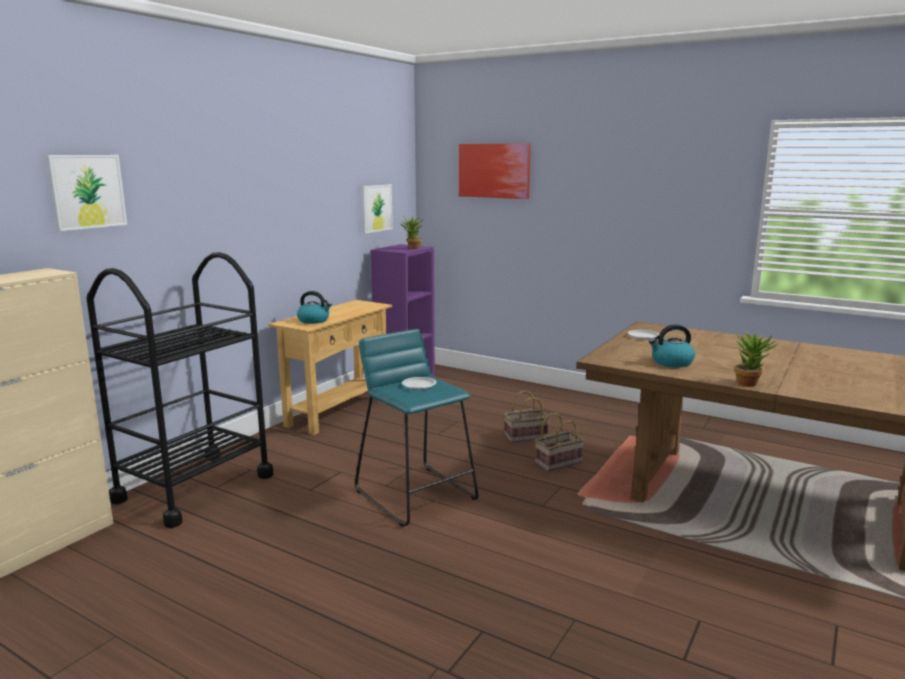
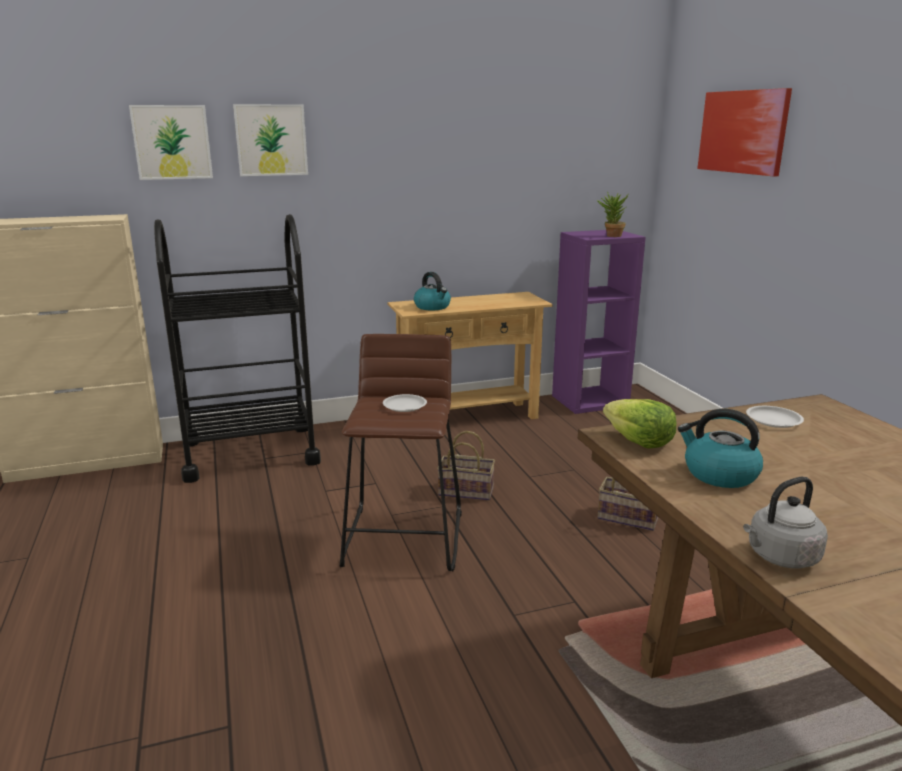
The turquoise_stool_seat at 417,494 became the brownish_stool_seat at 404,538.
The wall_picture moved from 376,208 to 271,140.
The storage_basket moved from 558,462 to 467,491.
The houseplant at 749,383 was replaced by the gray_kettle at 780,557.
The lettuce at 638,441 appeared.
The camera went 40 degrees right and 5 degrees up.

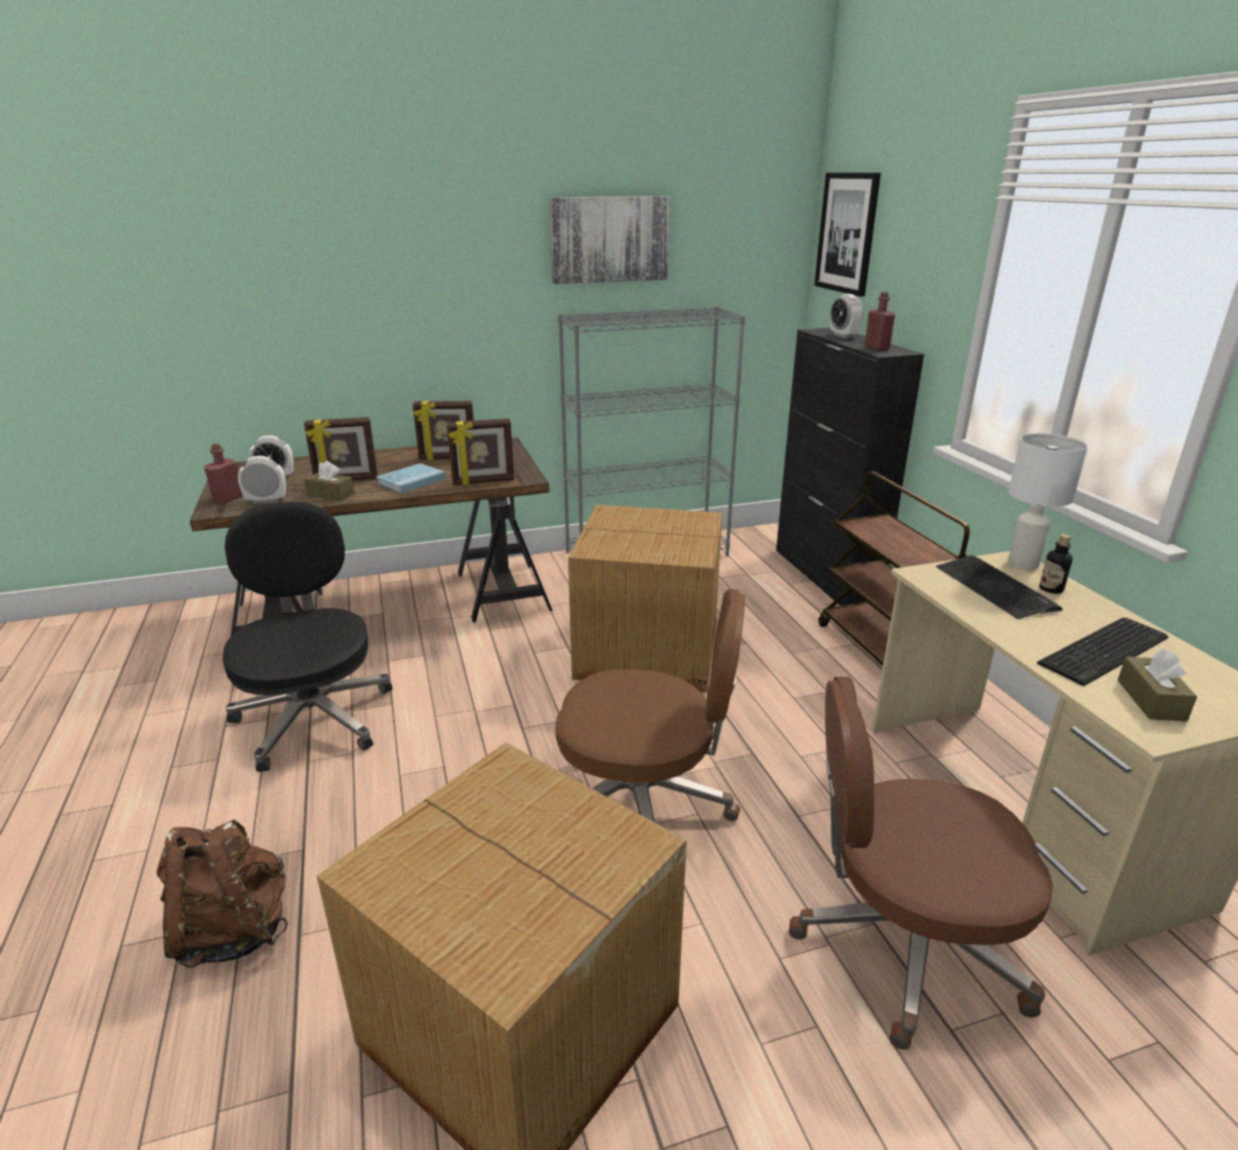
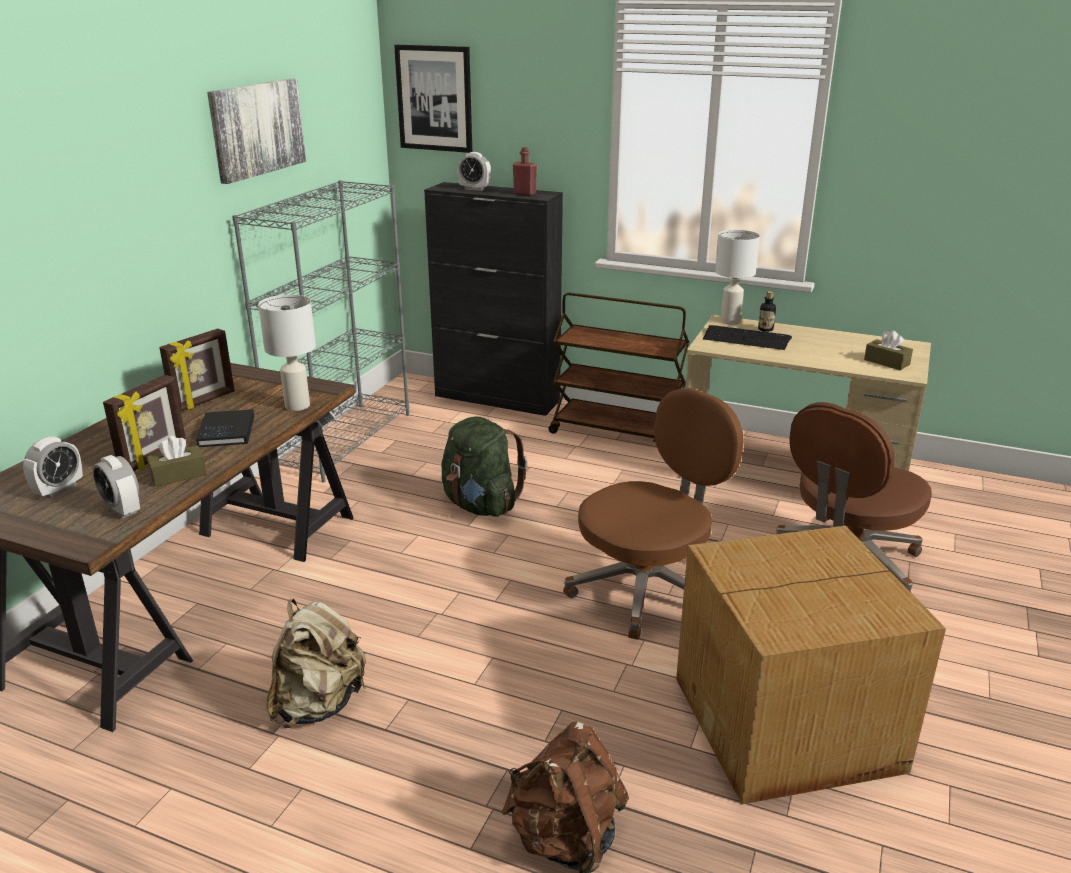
The reddish_bottle at 228,499 disappeared.
The black-coloured_office_chair at 314,717 was replaced by the sand-coloured_backpack at 319,704.
The table_clock at 266,501 turned 75 degrees counterclockwise.
The blue-coloured_bound_book at 411,481 became the black-coloured_bound_book at 226,431.
The picture_frame at 483,482 was replaced by the whitish_table_lamp at 297,405.
The carton at 649,651 was replaced by the green-coloured_backpack at 480,505.
The PC_keyboard at 1107,651 disappeared.
The camera went 50 degrees left and 0 degrees up.

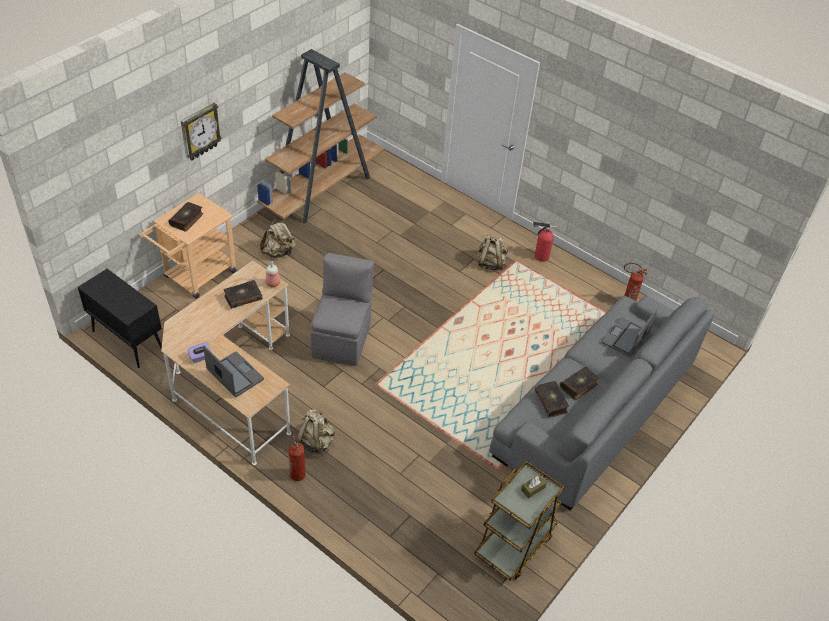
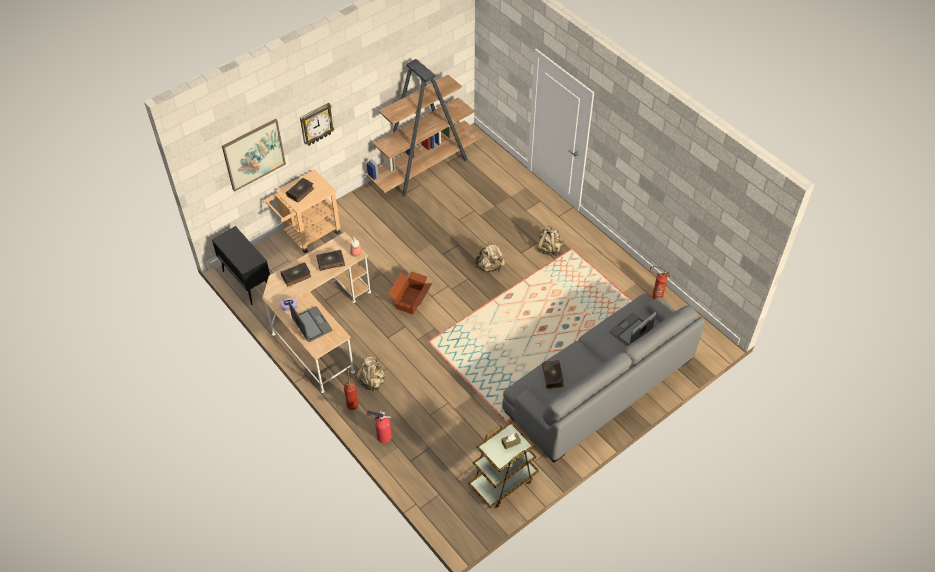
The sand-coloured_backpack moved from 278,252 to 490,267.
The gray_plain_chair at 342,339 was replaced by the carton at 411,300.
The fire_extinguisher moved from 540,256 to 382,436.
The bound_book moved from 579,386 to 296,276.
The wall_picture at 254,154 appeared.
The camera went 15 degrees right and 5 degrees up.

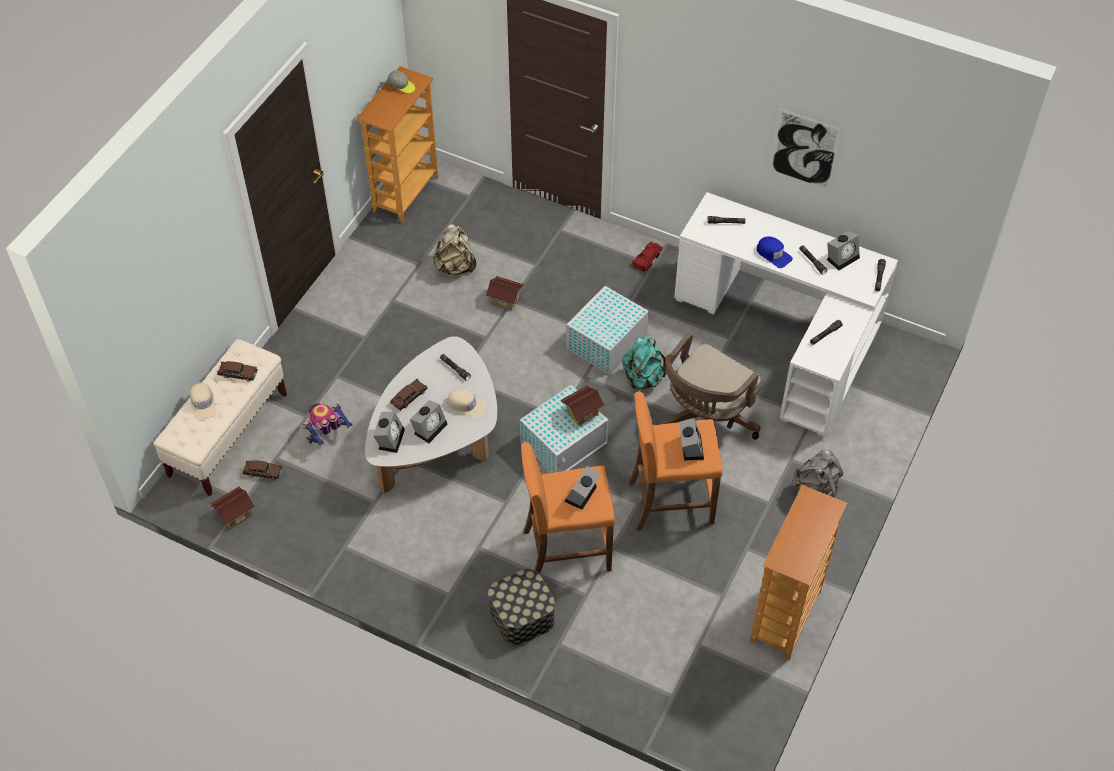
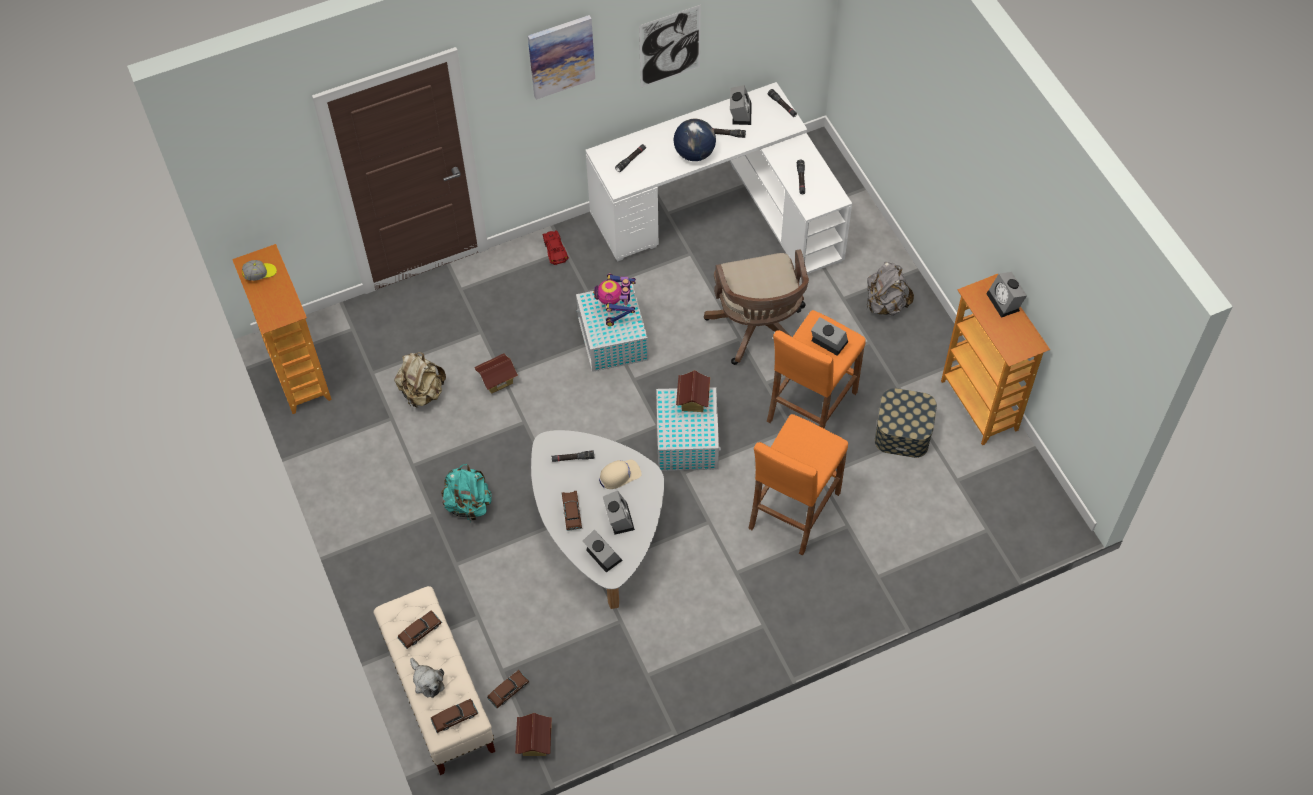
The sand-coloured_baseball_cap at 203,403 was replaced by the plush_toy at 427,681.
The toy_robot moved from 328,436 to 616,309.
The storage_bin moved from 522,616 to 903,432.
The table_clock moved from 581,495 to 1005,302.
The turquoise_backpack moved from 643,378 to 469,504.
The blue-coloured_baseball_cap at 773,254 was replaced by the desk_globe at 694,153.
The brownish_toy_car at 455,718 appeared.
The wall_picture at 561,56 appeared.
The camera went 50 degrees left and 5 degrees up.

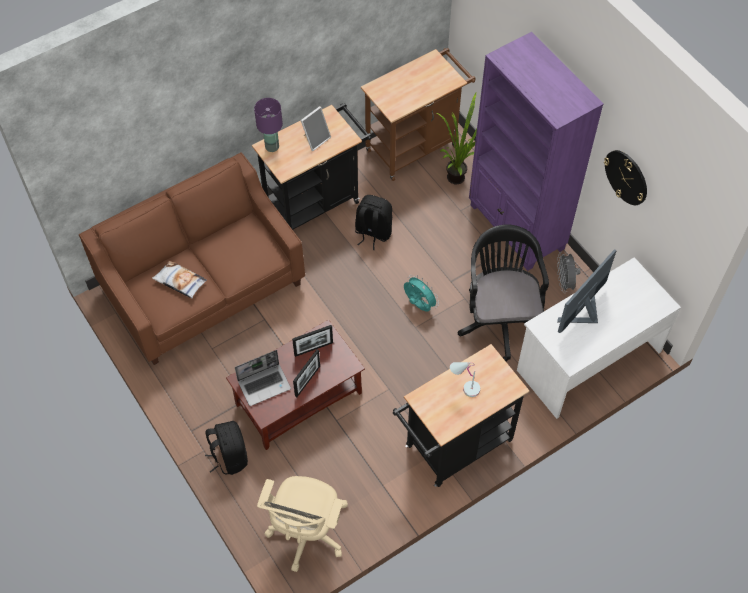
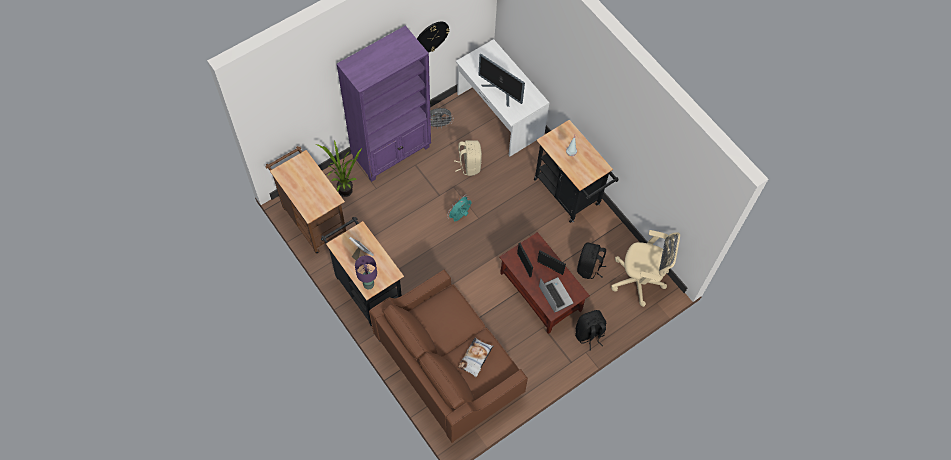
The black-coloured_backpack moved from 373,232 to 589,267.
The black-coloured_office_chair at 500,318 was replaced by the sand-coloured_backpack at 469,165.
The camera went 95 degrees left and 5 degrees up.

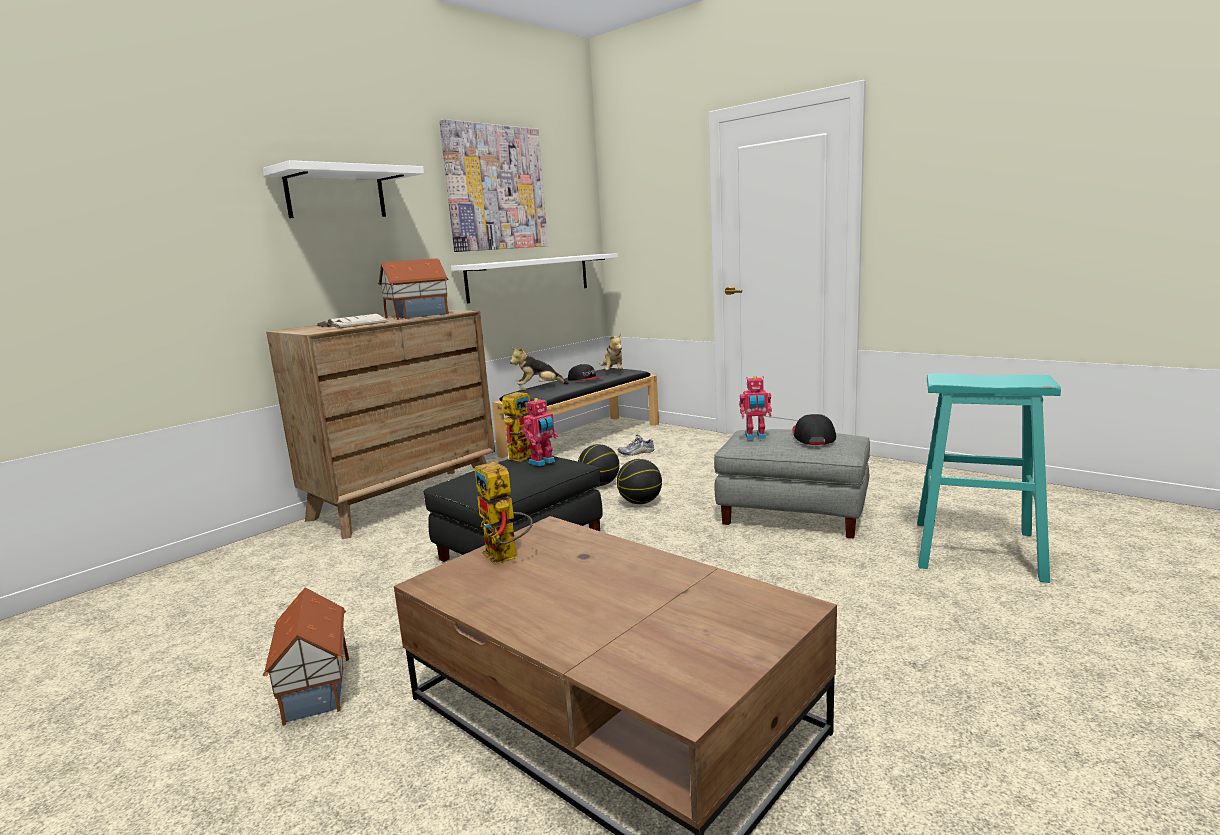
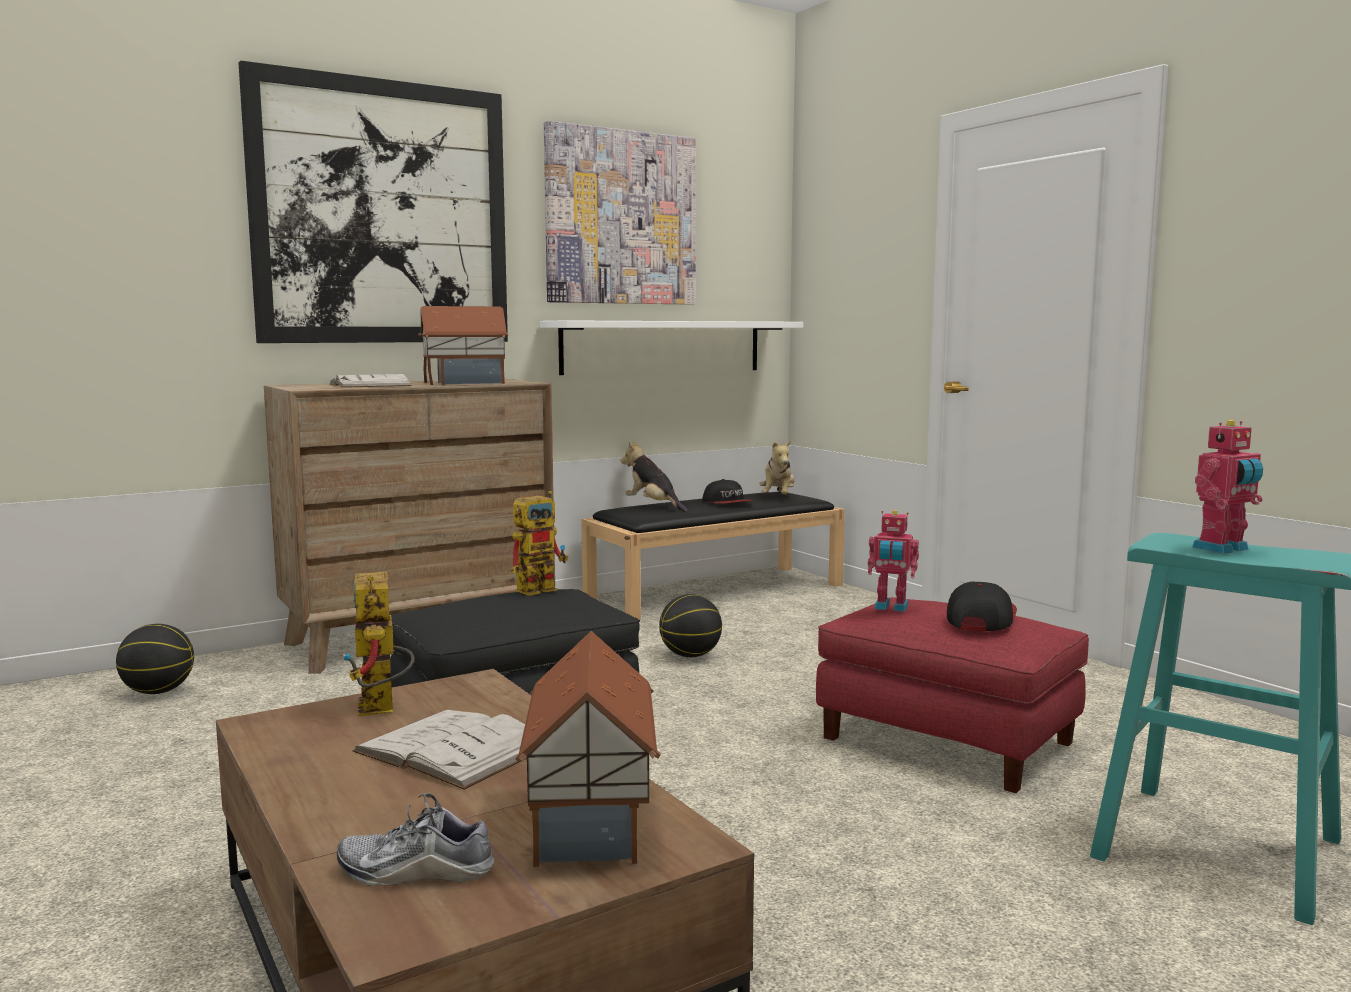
The whitish_bracket_shelf at 336,194 was replaced by the wall_picture at 382,213.
The model_house moved from 319,689 to 595,821.
The plush_toy at 539,387 turned 45 degrees clockwise.
The toy_robot moved from 543,462 to 1223,549.
The basketball_ball moved from 640,502 to 158,692.
The low_shoe moved from 636,453 to 415,871.
The gray_ottoman at 794,513 became the reddish_ottoman at 948,740.
The whitish_bound_book at 453,749 appeared.
The camera went 15 degrees right and 5 degrees down.

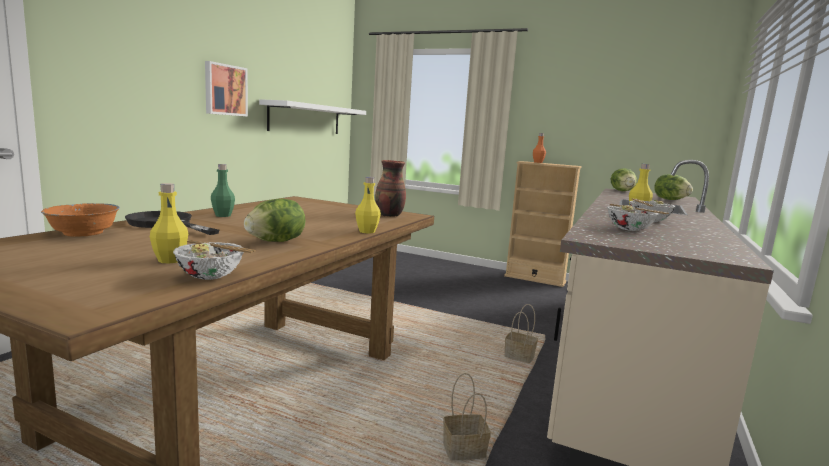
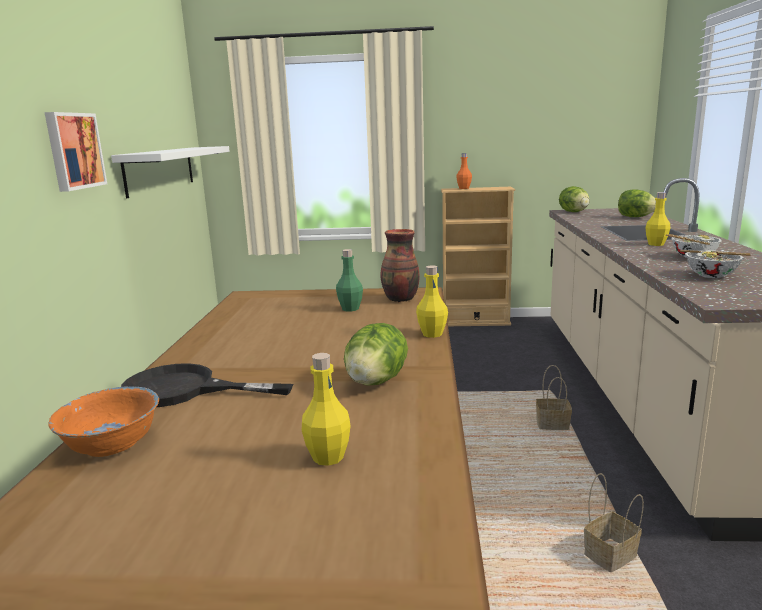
The deep_dish at 211,275 disappeared.
The green-coloured_bottle moved from 223,215 to 350,309.
The camera went 20 degrees left and 5 degrees up.

